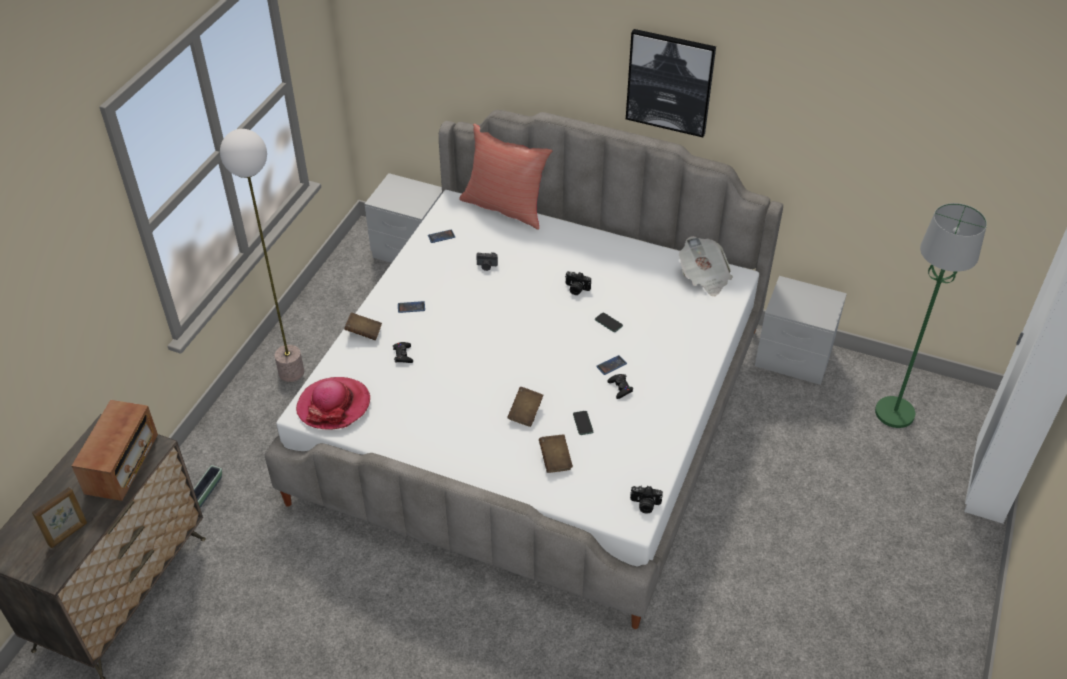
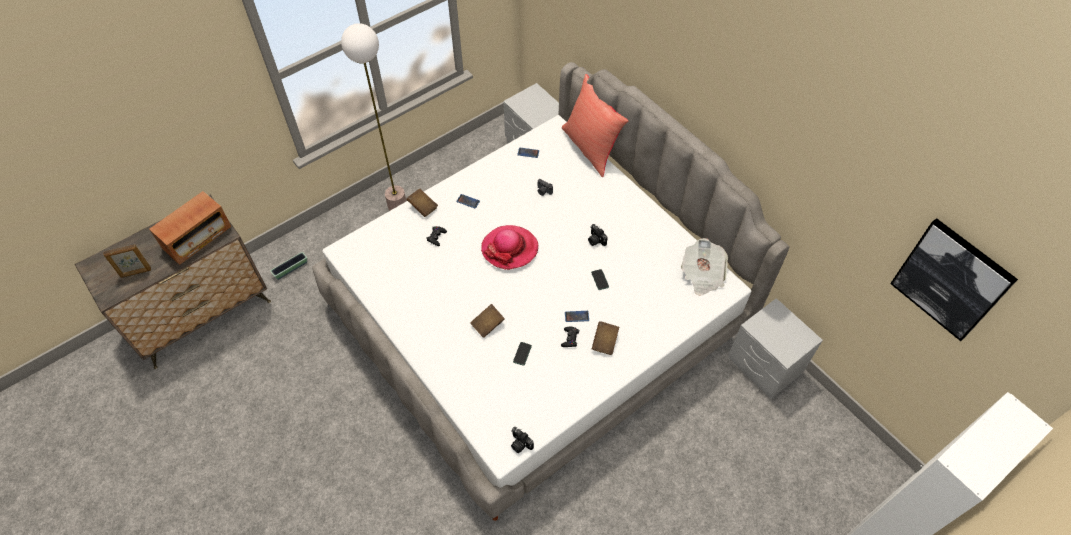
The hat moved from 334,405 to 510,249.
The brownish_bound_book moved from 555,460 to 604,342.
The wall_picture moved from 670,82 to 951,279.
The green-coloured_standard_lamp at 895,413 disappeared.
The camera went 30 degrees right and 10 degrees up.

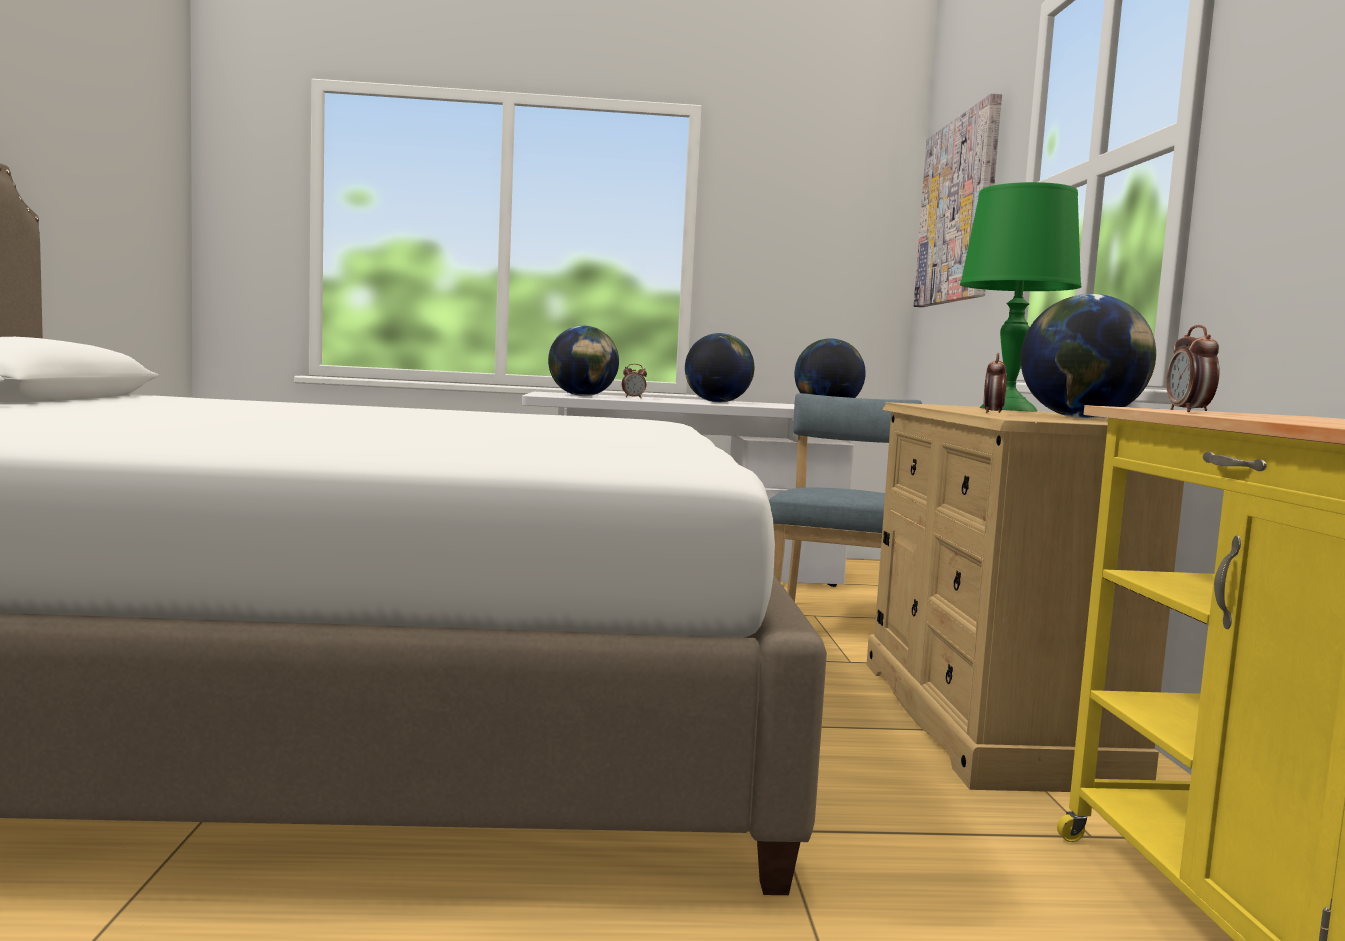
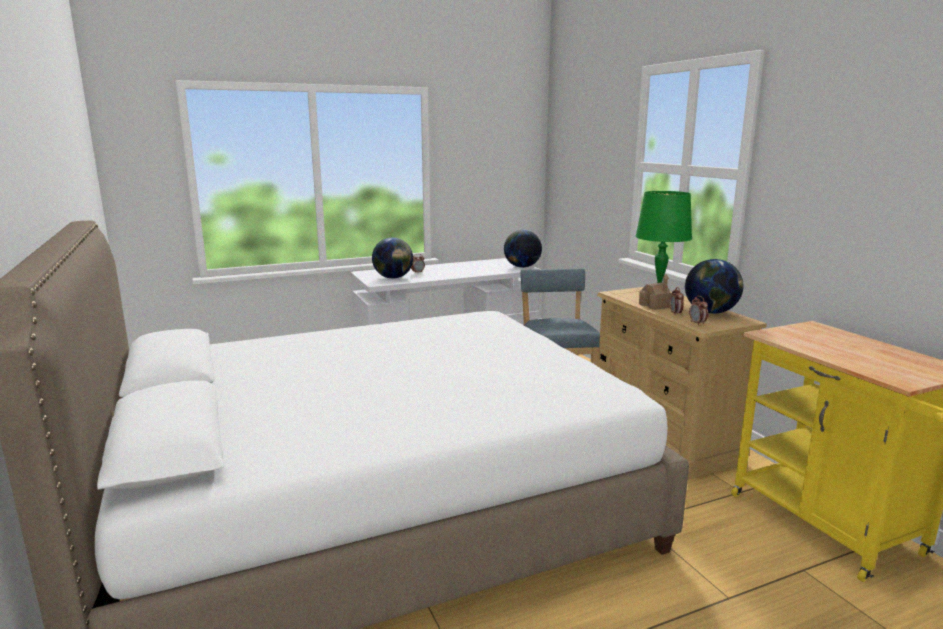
The desk_globe at 717,402 disappeared.
The wall_picture at 958,211 disappeared.
The table_clock moved from 1188,411 to 697,323.
The model_house at 655,306 appeared.
The camera went 20 degrees left and 10 degrees up.

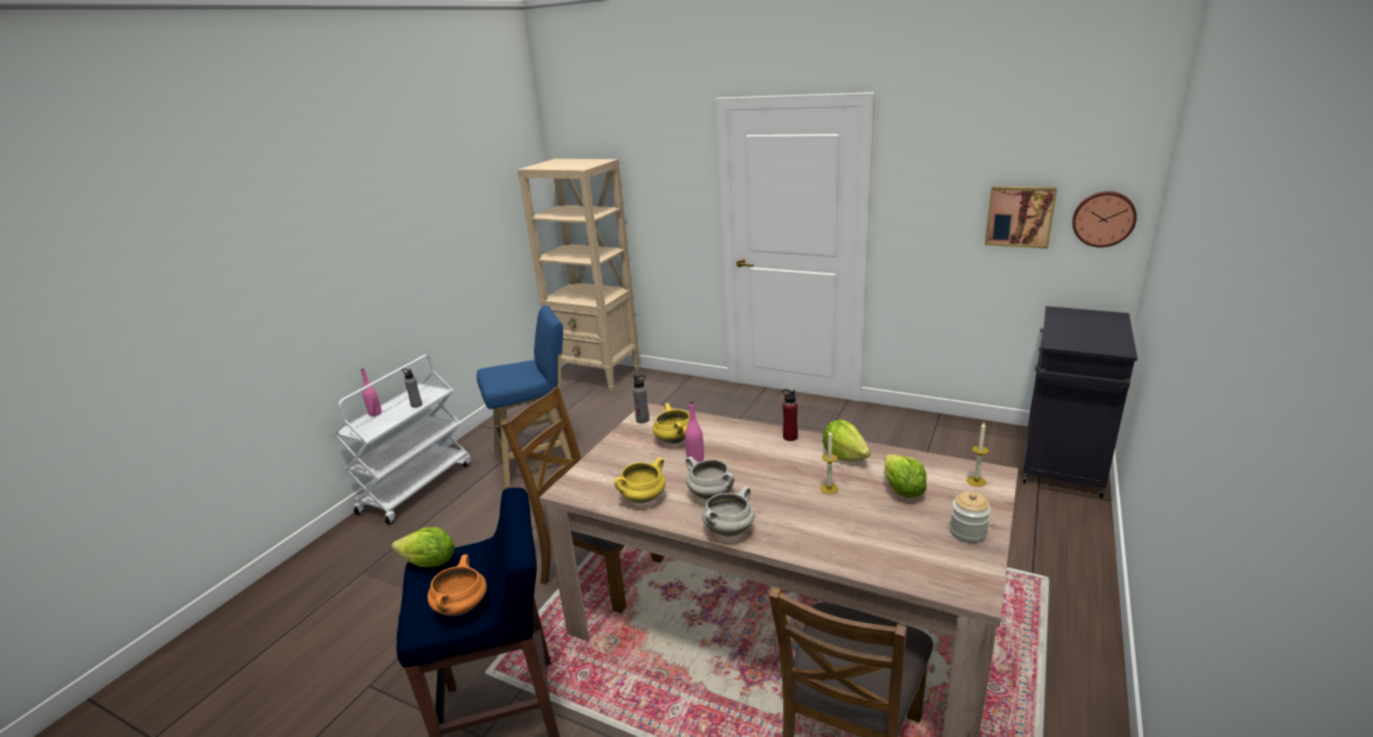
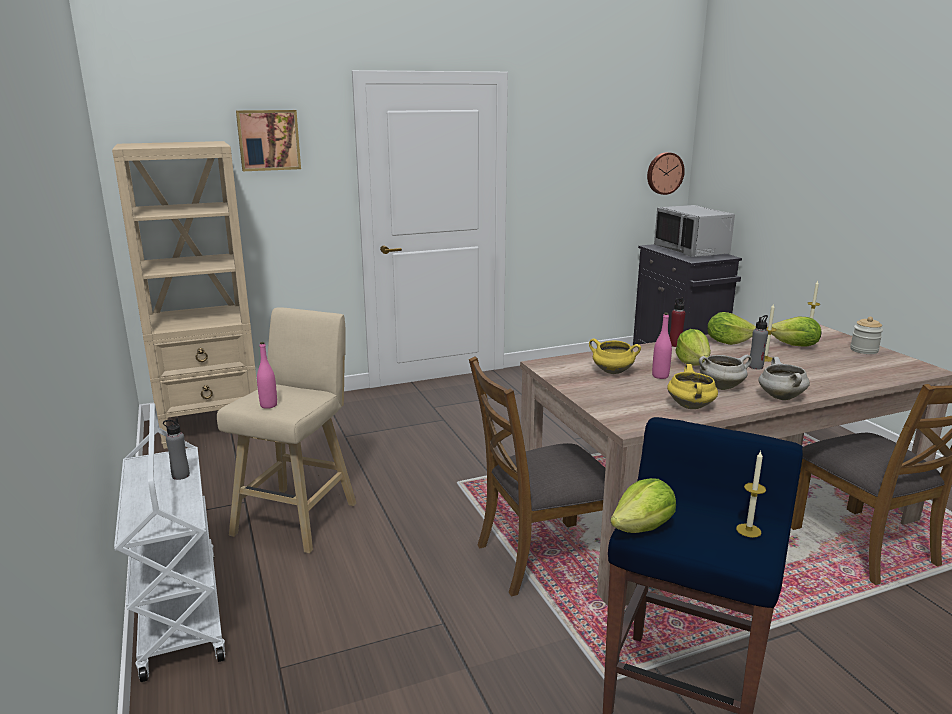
The pinkish_bottle moved from 375,413 to 268,405.
The orange_cooking_pot at 461,608 was replaced by the wax_light at 748,530.
The blue-coloured_stool_seat at 538,461 became the sand-coloured_stool_seat at 299,516.
The gray_bottle moved from 642,420 to 755,366.
The wall_picture moved from 1020,216 to 268,140.
The gray_microwave at 692,250 appeared.
The lettuce at 692,363 appeared.
The camera went 50 degrees left and 5 degrees down.

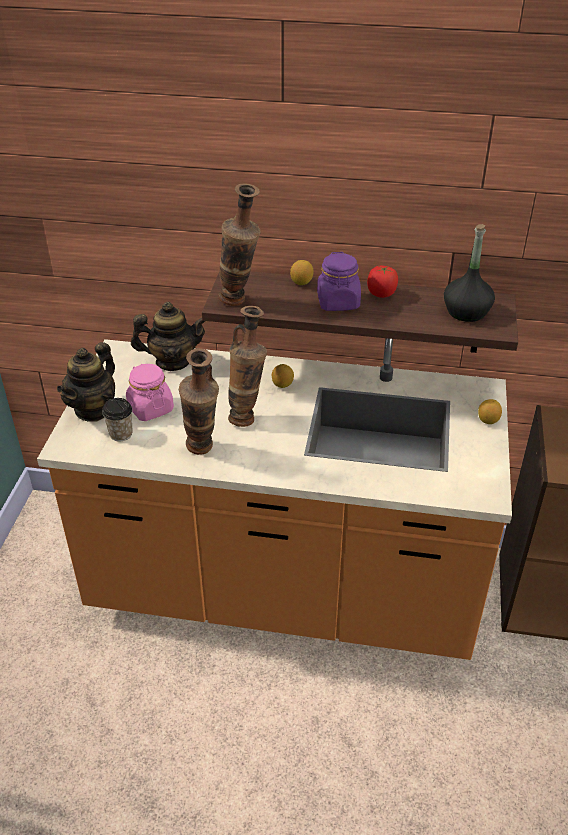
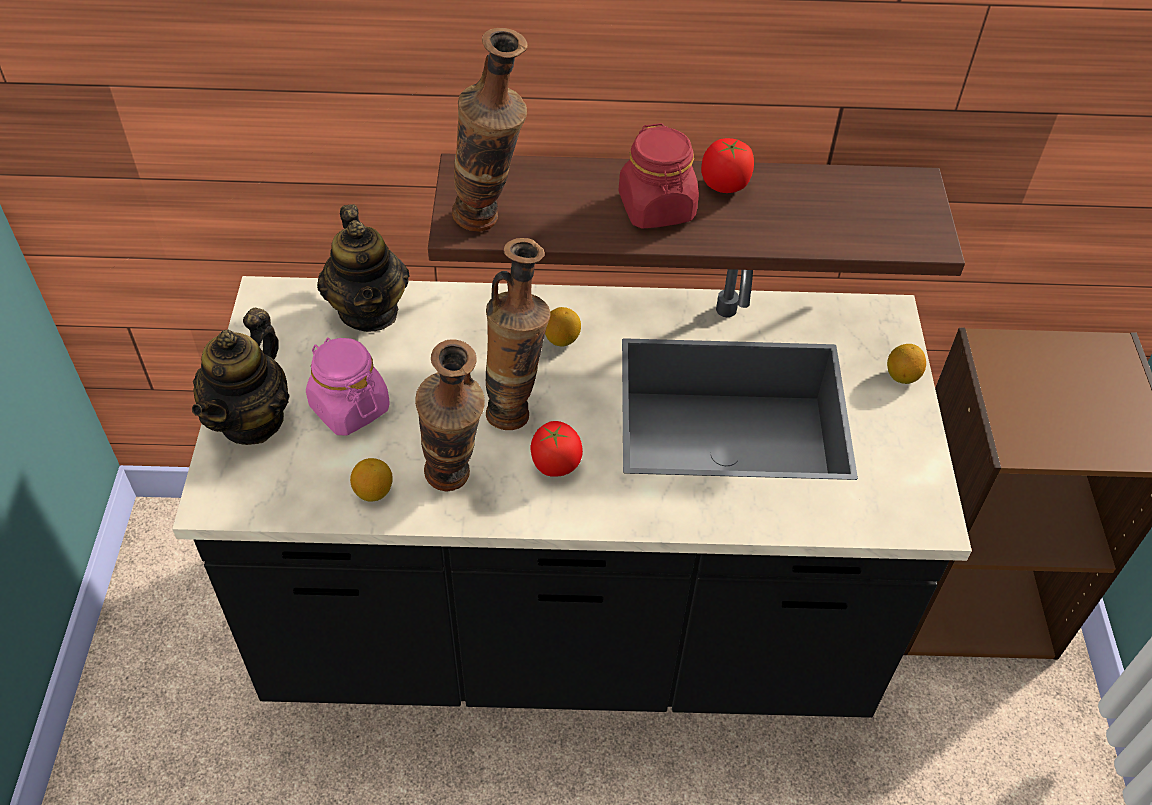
The orange_counter at 284,589 became the black-coloured_counter at 568,625.
The cup at 121,434 disappeared.
The tea_pot at 173,361 turned 90 degrees clockwise.
The lemon moved from 301,282 to 373,491.
The purple_storage_jar at 338,302 became the reddish_storage_jar at 657,208.
The black-coloured_bottle at 466,312 disappeared.
The fresh_tomato at 555,464 appeared.
The camera went 10 degrees left and 10 degrees up.

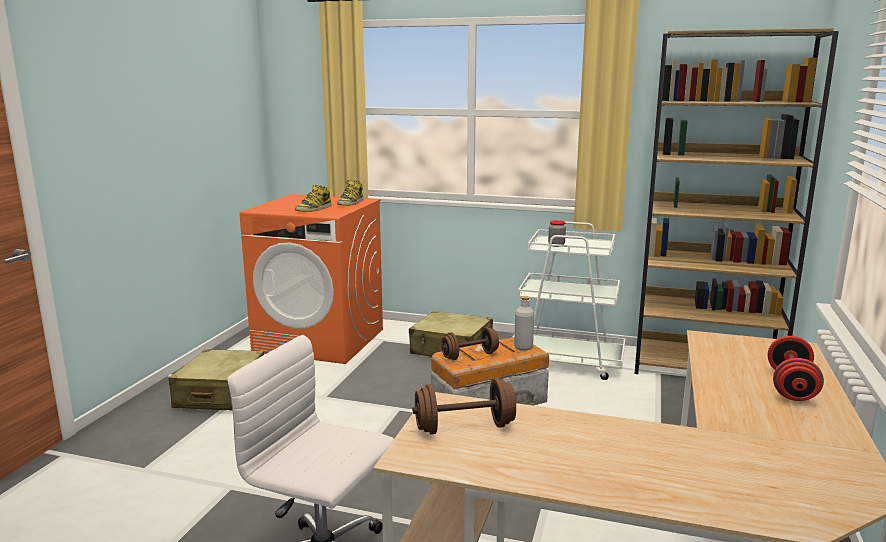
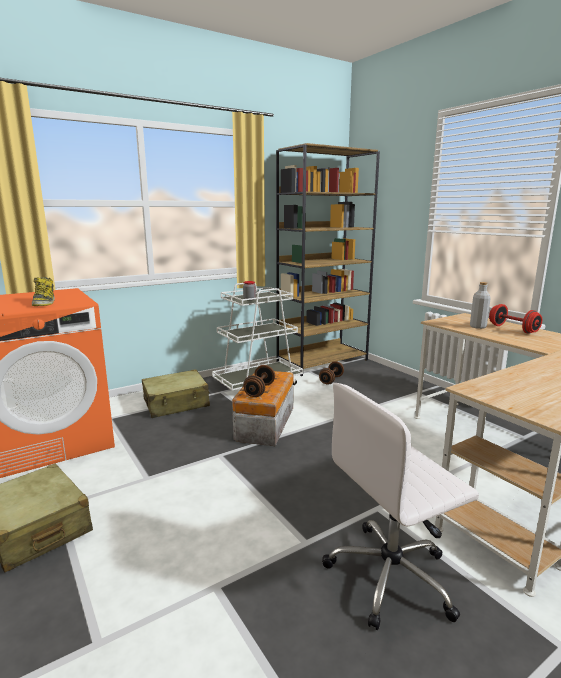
The high-top_boot at 350,203 disappeared.
The brownish_free_weight moved from 464,427 to 331,380.
The gray_bottle moved from 523,347 to 478,327.
The camera went 50 degrees left and 0 degrees up.

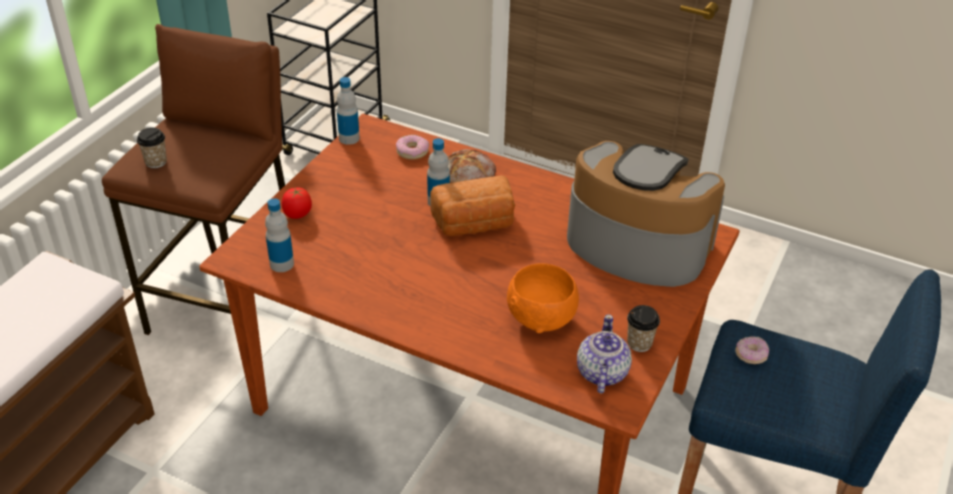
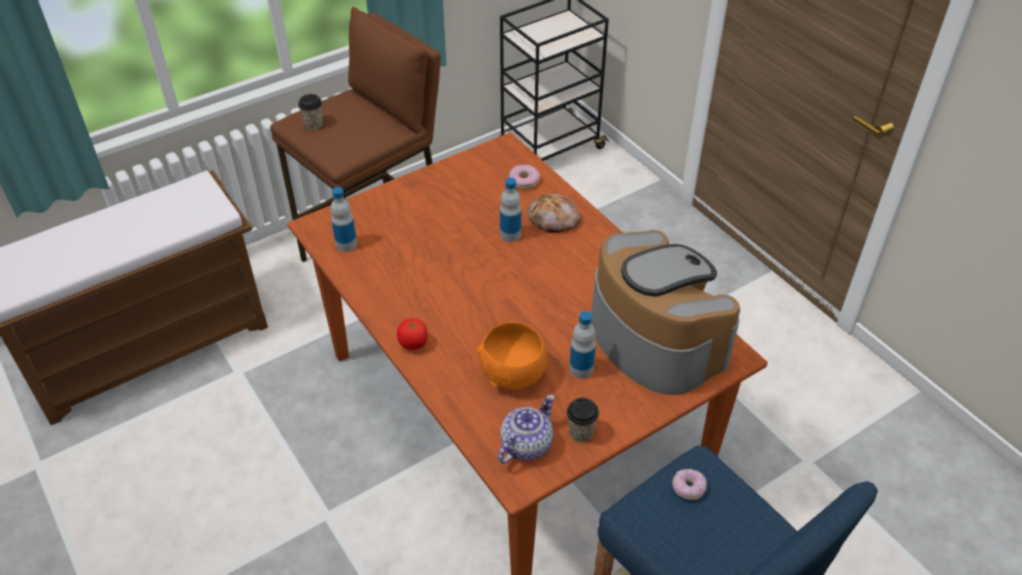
The fresh_tomato moved from 297,214 to 413,344.
The bottle moved from 349,138 to 581,369.
The bakery_bread at 474,224 disappeared.
The camera went 30 degrees right and 5 degrees up.

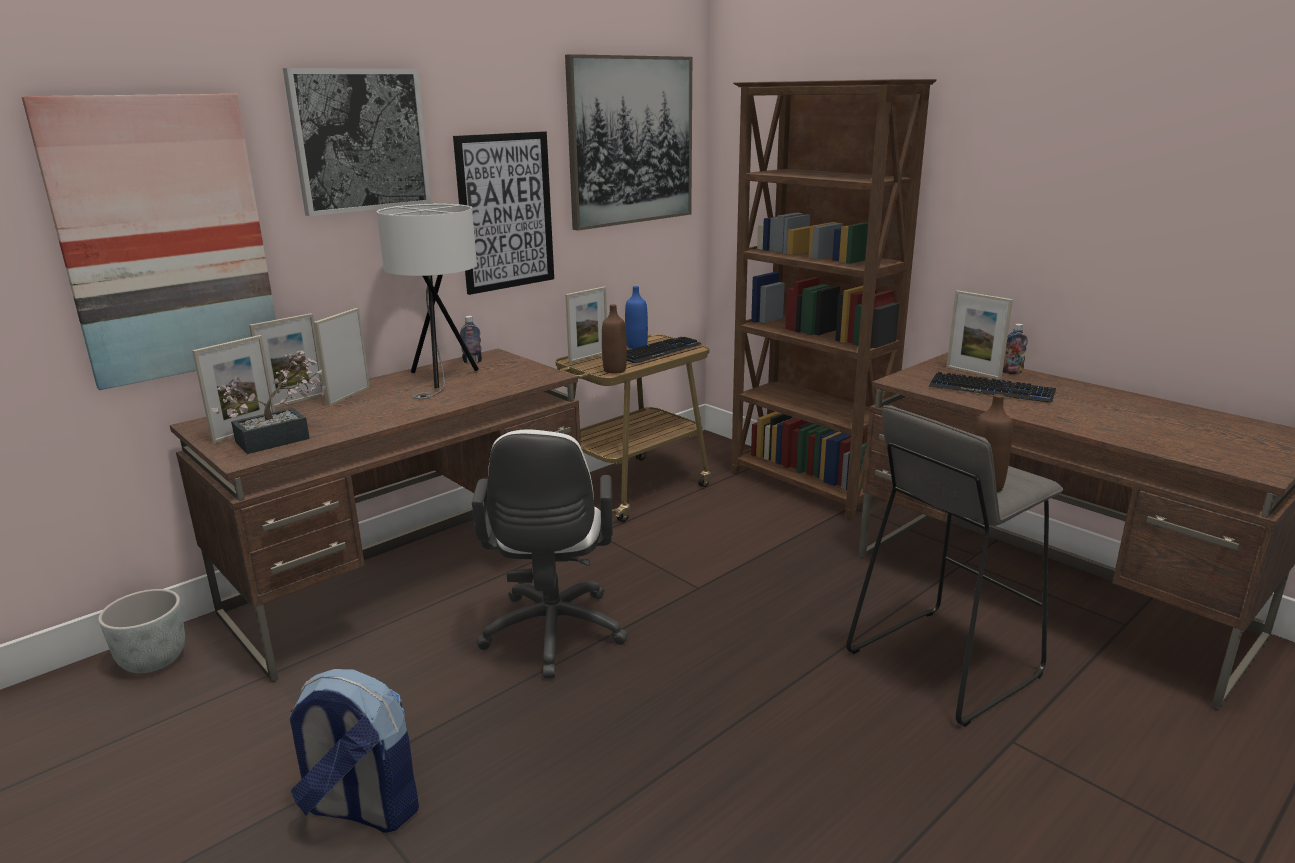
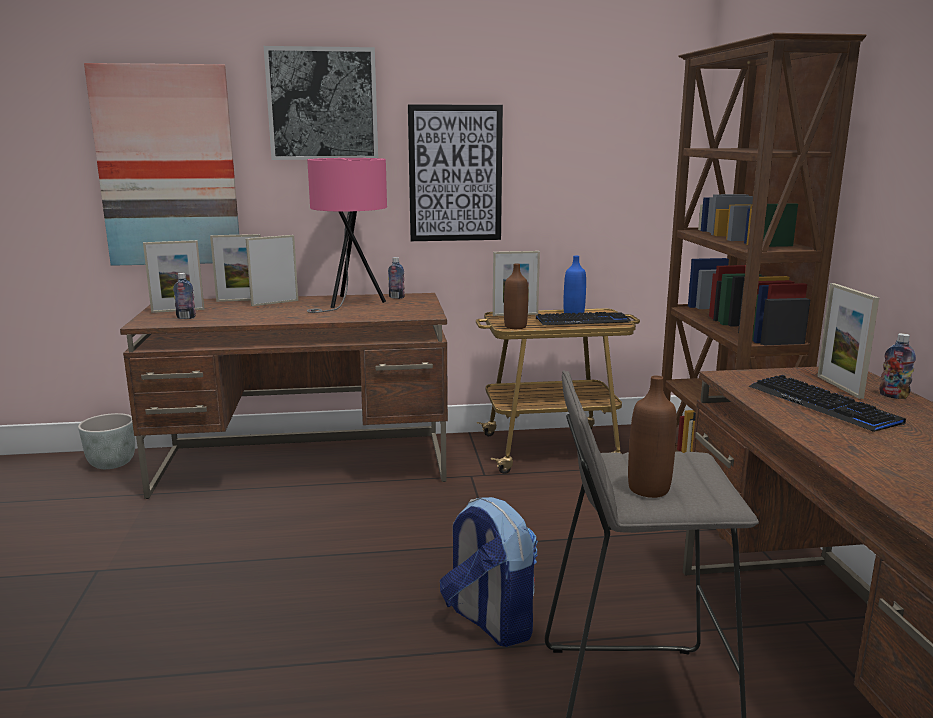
The houseplant at 281,438 was replaced by the bottle at 186,317.
The backpack moved from 361,808 to 489,621.
The whitish_table_lamp at 440,380 became the pinkish_table_lamp at 350,304.
The whitish_office_chair at 552,636 disappeared.
The wall_picture at 631,141 disappeared.
The camera went 35 degrees right and 5 degrees down.

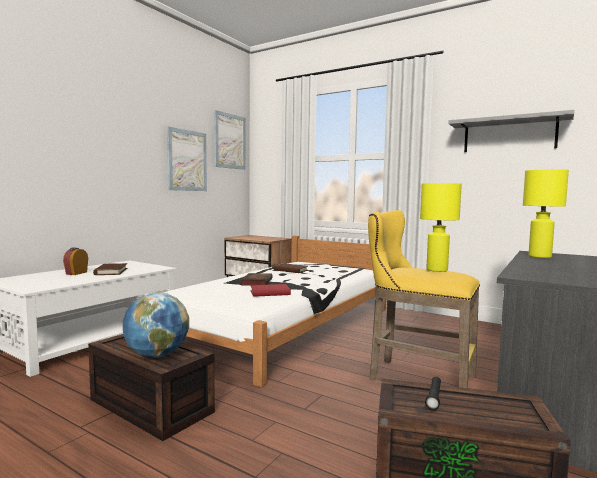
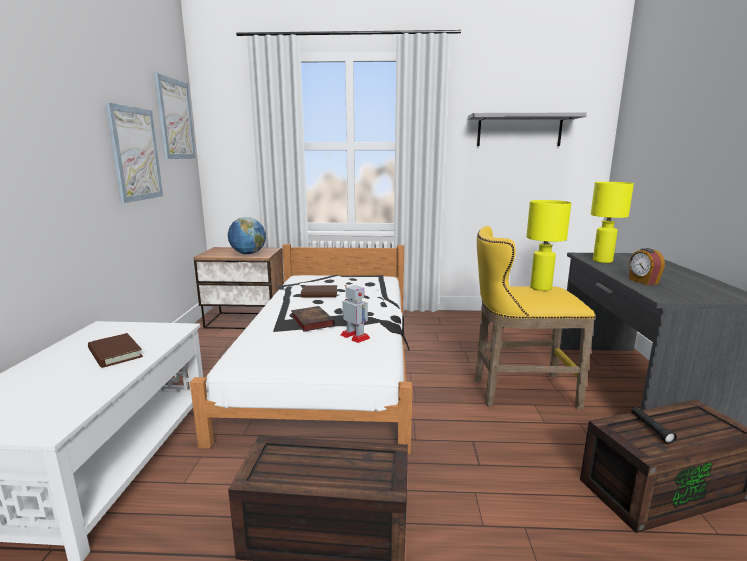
The table_clock moved from 76,273 to 643,281.
The desk_globe moved from 156,355 to 248,254.
The reddish_bound_book at 270,293 was replaced by the toy_robot at 355,336.
The camera went 30 degrees left and 10 degrees up.

